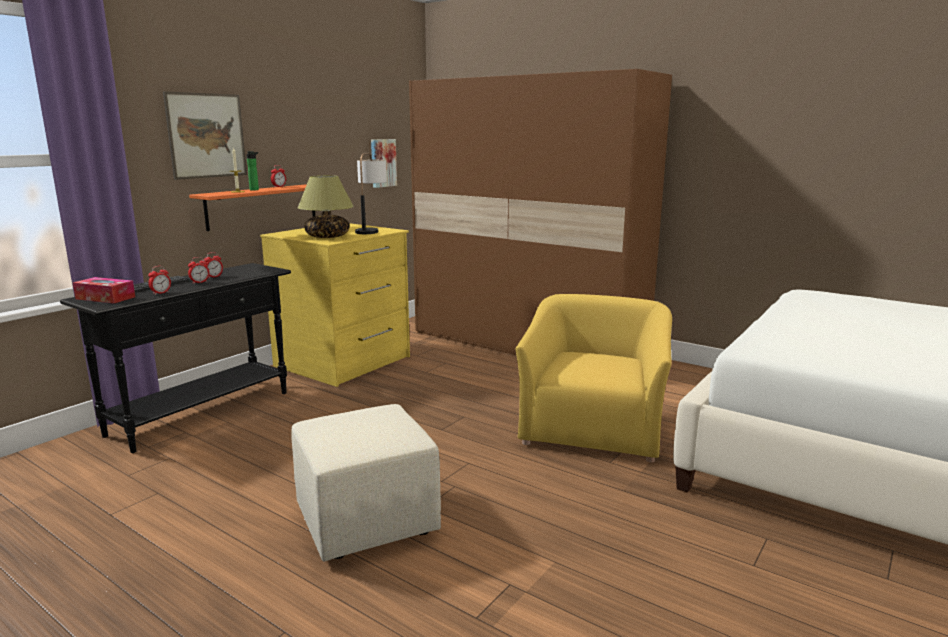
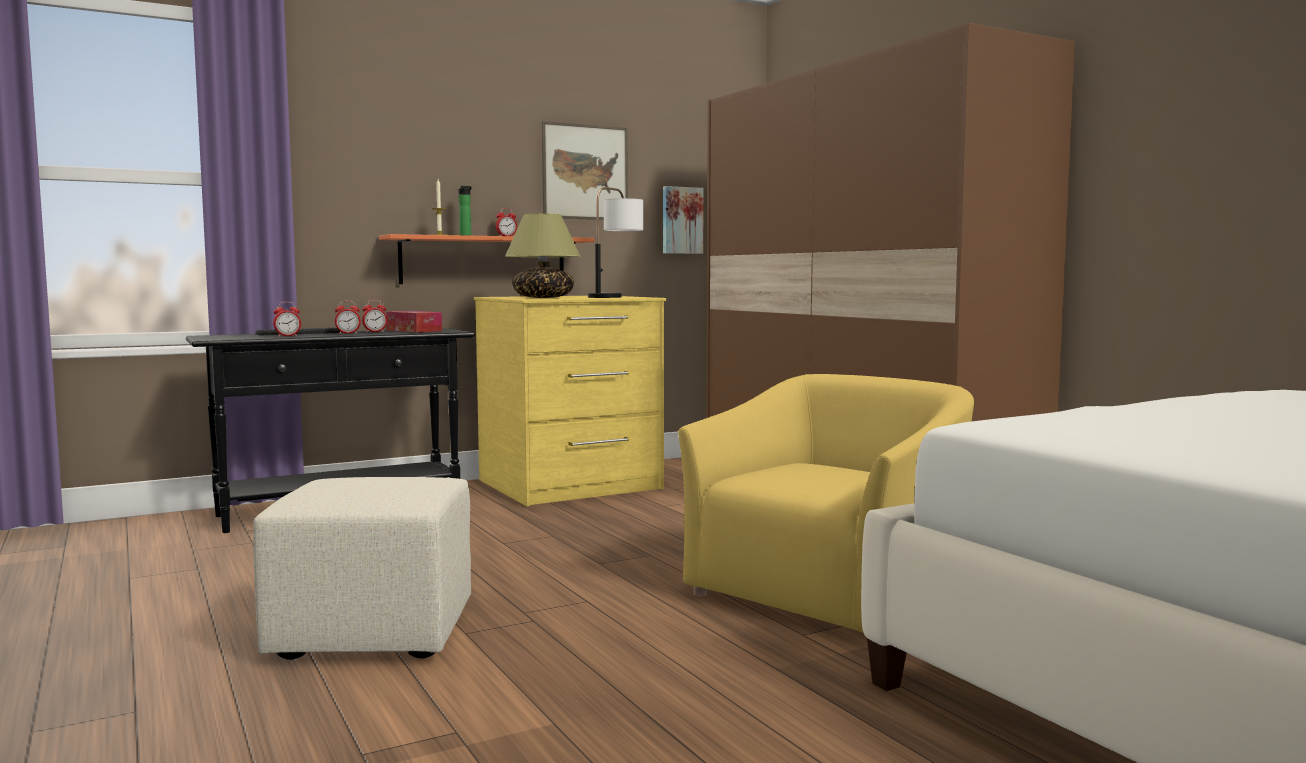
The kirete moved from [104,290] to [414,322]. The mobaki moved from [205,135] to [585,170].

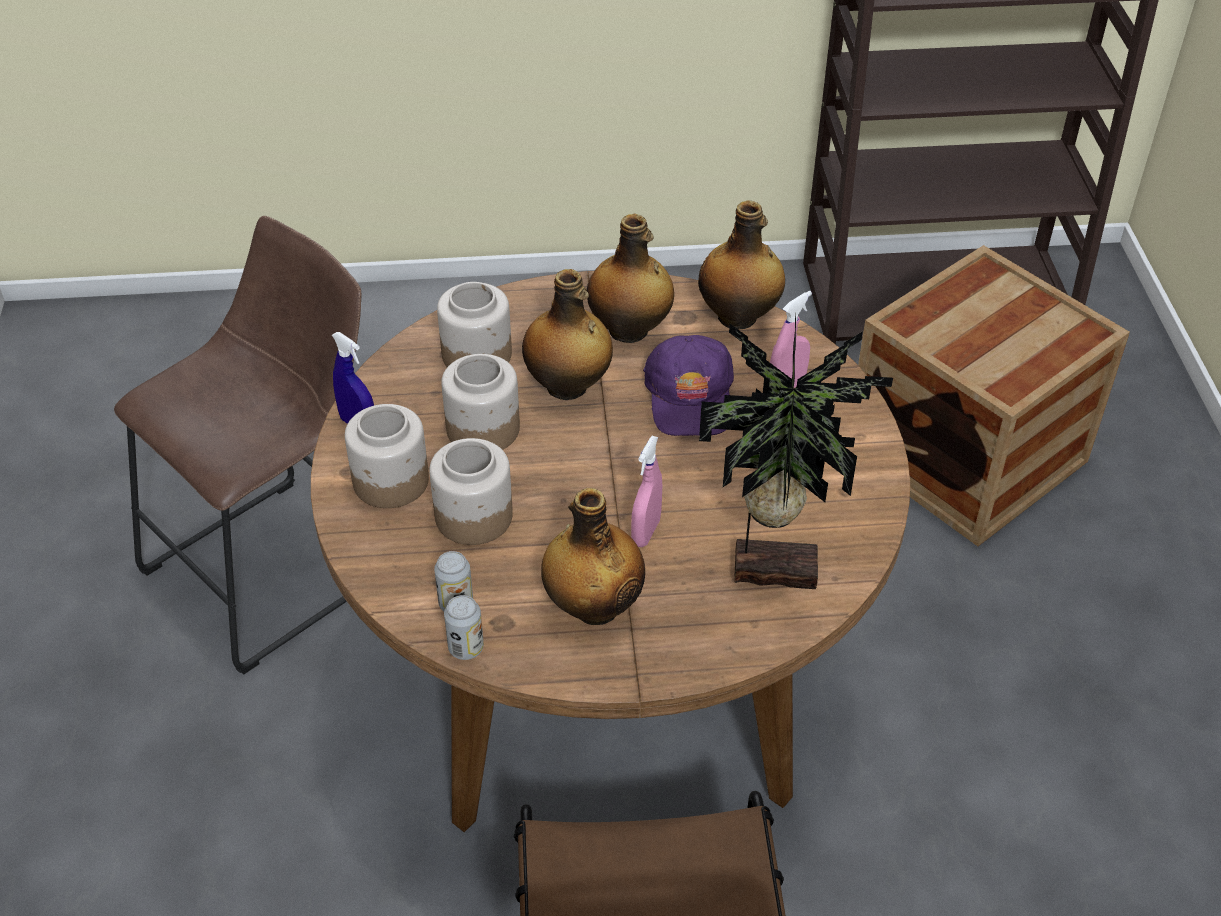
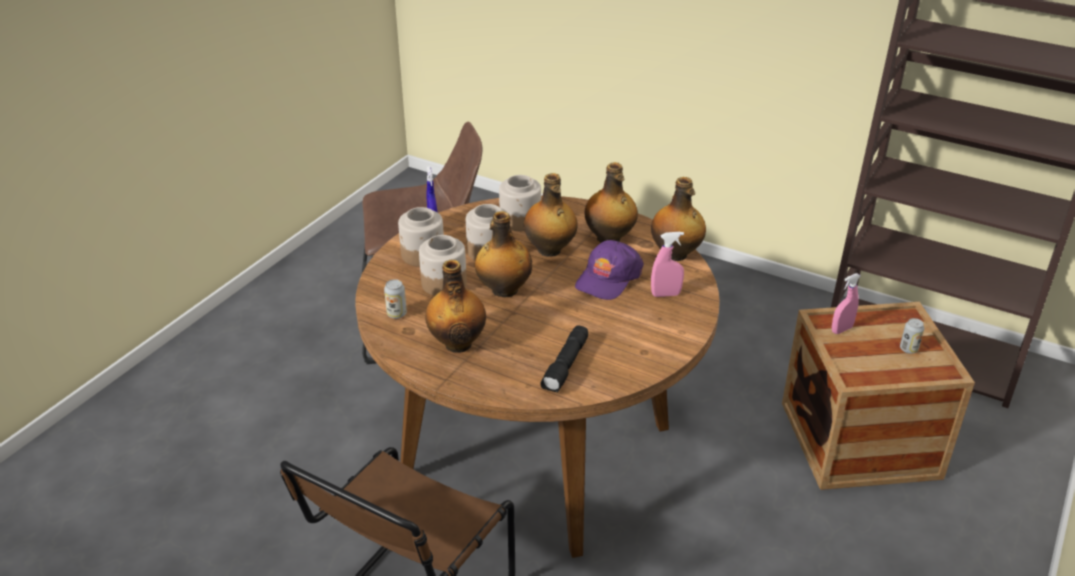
The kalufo at [503,254] appeared. The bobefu moved from [464,627] to [912,336]. The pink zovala moved from [646,491] to [846,303]. The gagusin at [796,452] was replaced by the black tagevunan at [564,359].

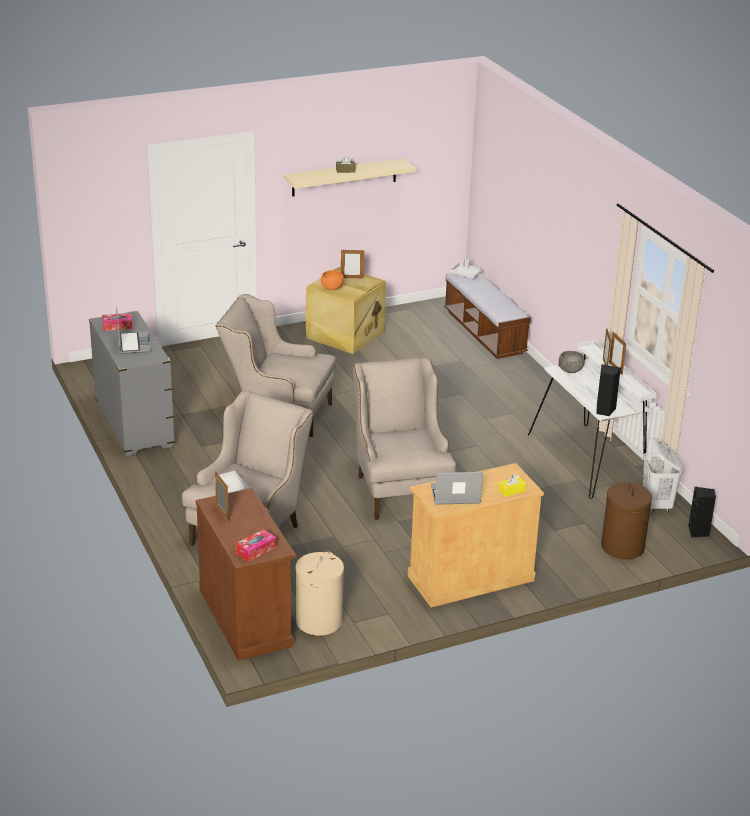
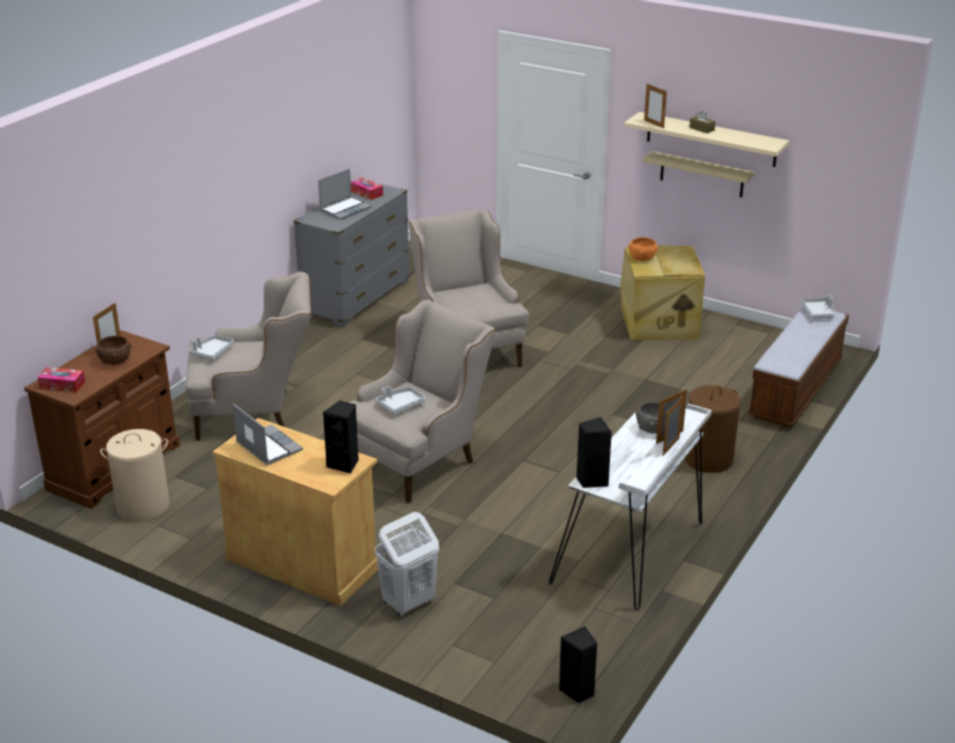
The yellow kirete at [512,485] disappeared. The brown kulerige at [113,350] appeared. The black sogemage at [341,437] appeared. The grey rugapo at [400,400] appeared. The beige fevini at [699,174] appeared. The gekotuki moved from [352,264] to [655,105]. The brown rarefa moved from [626,520] to [712,429]. The white rarefa moved from [663,475] to [407,564].

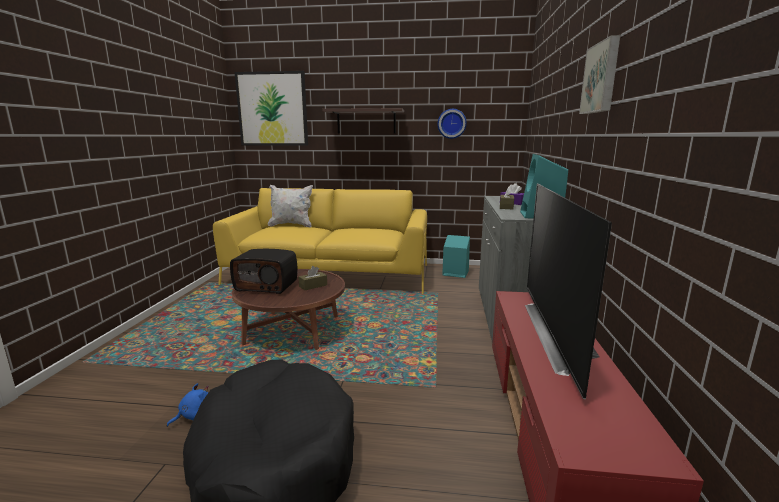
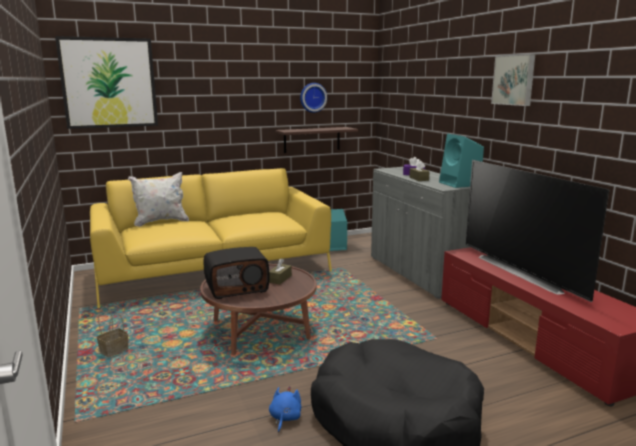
The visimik at [113,332] appeared. The fevini moved from [363,121] to [316,140].

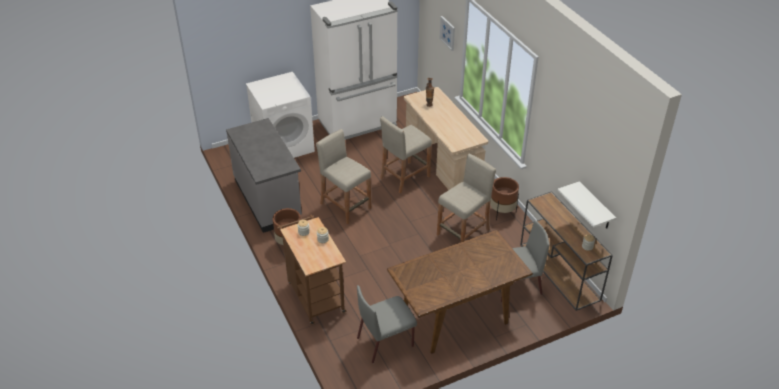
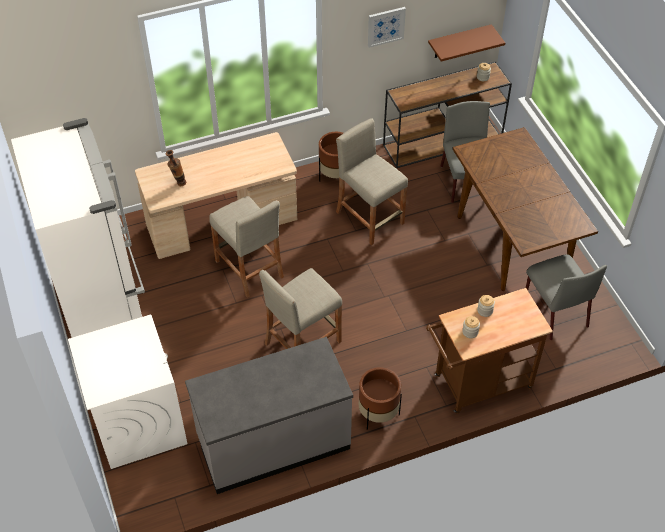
The mobaki moved from [447,33] to [387,27]. The white fevini at [587,204] became the brown fevini at [466,43].

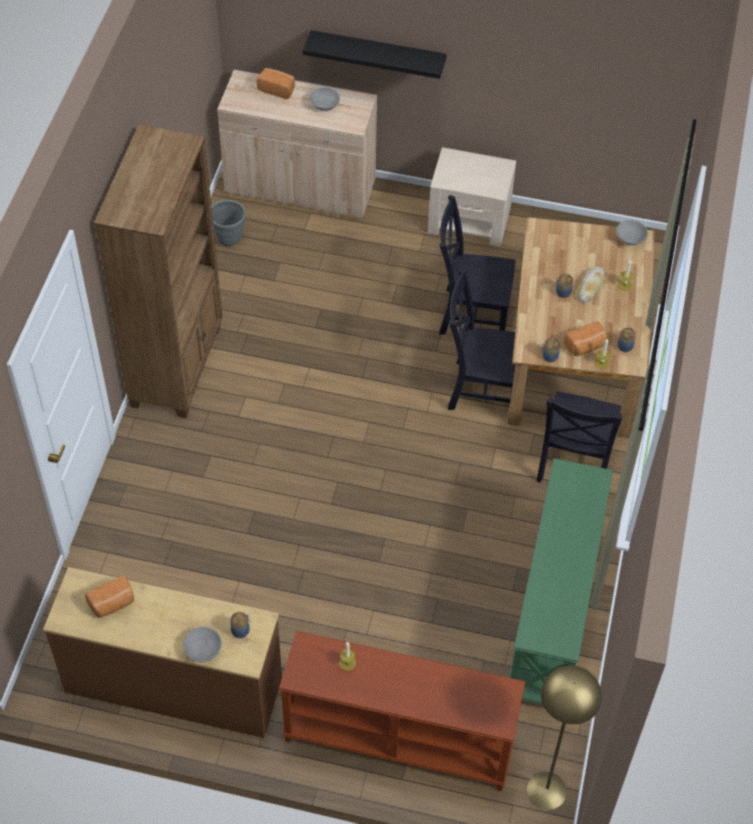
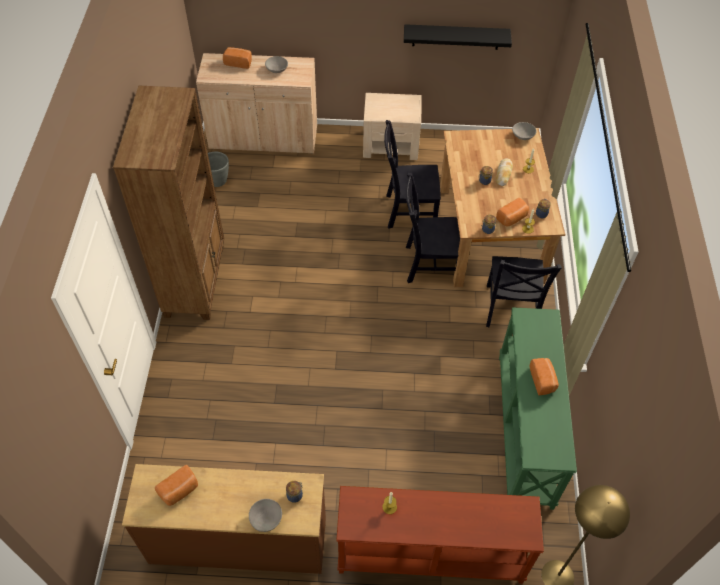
The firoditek at [544,377] appeared. The black fevini moved from [375,54] to [458,37].

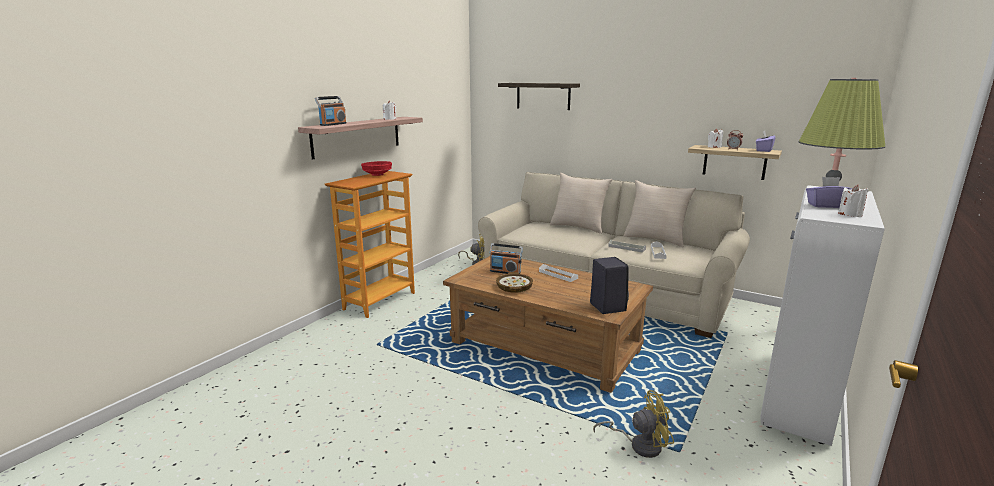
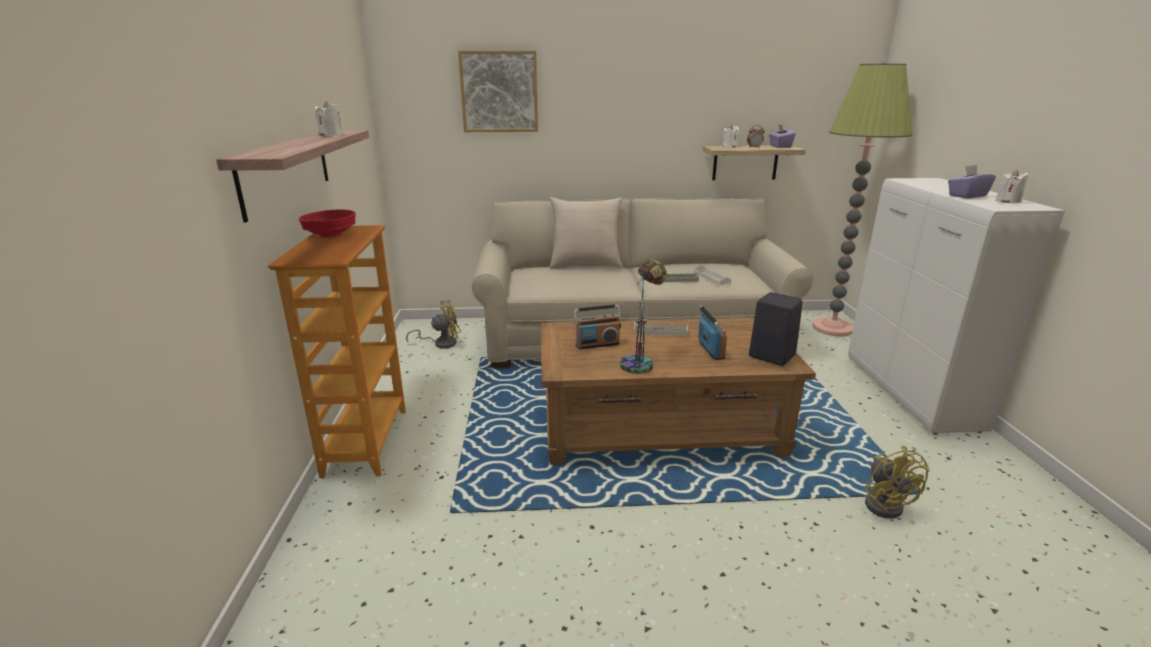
The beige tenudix at [659,213] disappeared. The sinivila moved from [331,111] to [712,332]. The kulerige at [514,282] was replaced by the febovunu at [643,317]. The fevini at [539,96] was replaced by the mobaki at [498,91]. The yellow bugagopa at [633,424] turned 120 degrees clockwise.

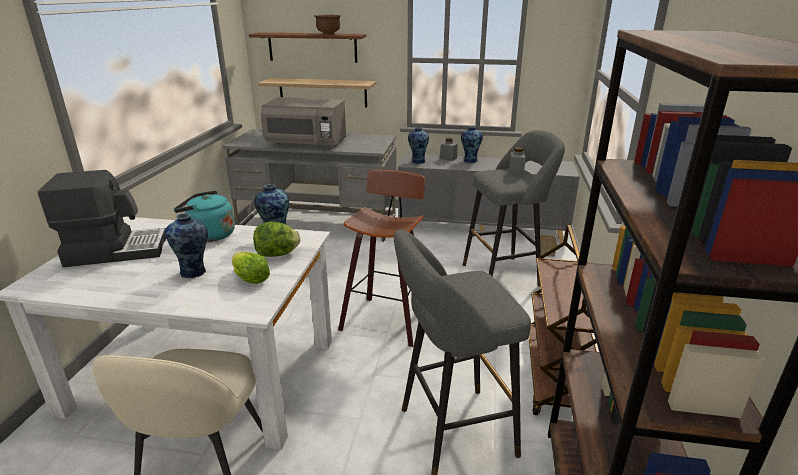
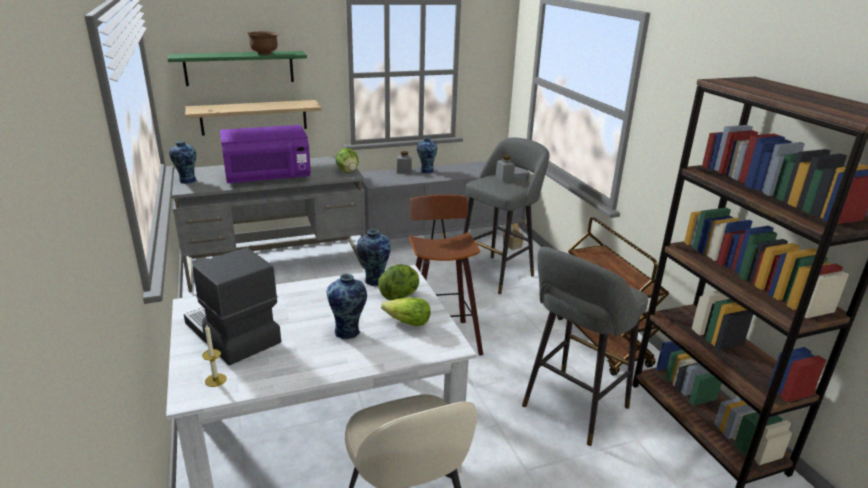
The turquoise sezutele at [204,216] disappeared. The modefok at [214,355] appeared. The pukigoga at [347,160] appeared. The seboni moved from [418,145] to [183,162]. The brown fevini at [307,48] became the green fevini at [237,68]. The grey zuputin at [303,122] became the purple zuputin at [265,154]. The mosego at [102,218] turned 90 degrees counterclockwise.

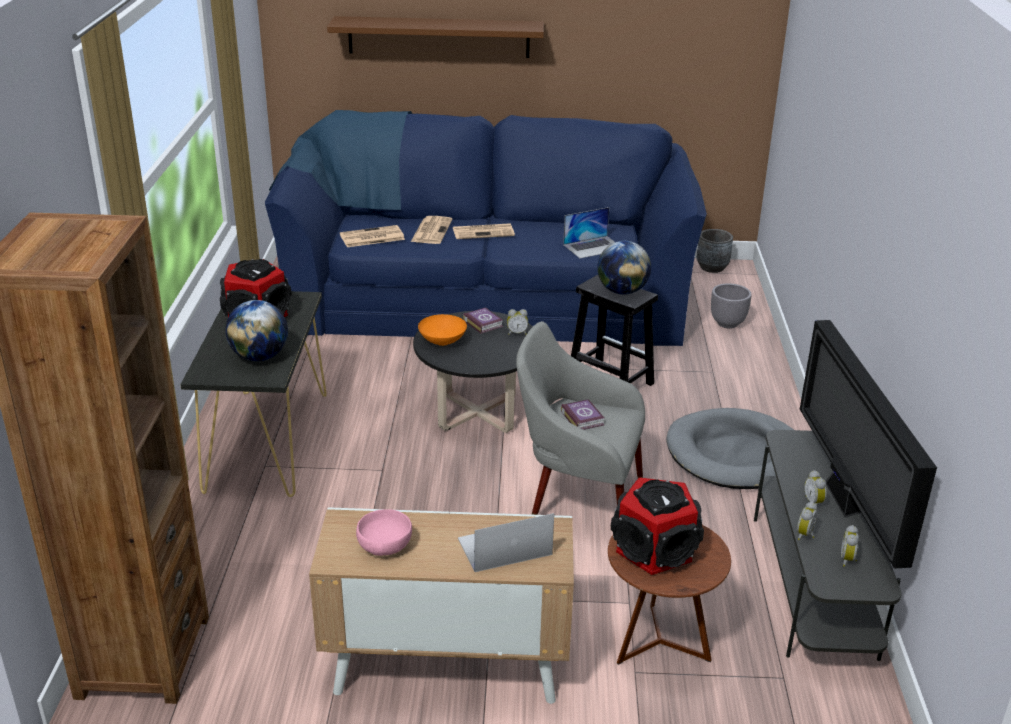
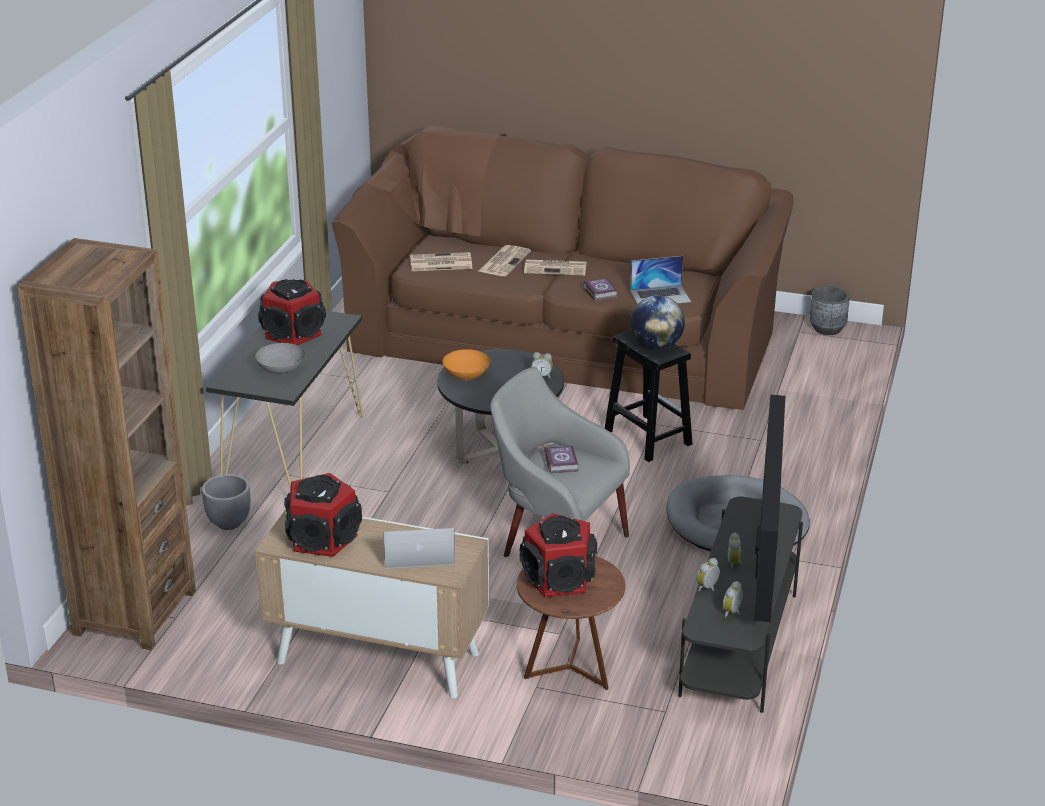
The brown fevini at [435,37] disappeared. The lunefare moved from [483,320] to [600,289]. The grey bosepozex moved from [731,306] to [226,502]. The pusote at [256,330] was replaced by the grey kulerige at [280,359]. The pink kulerige at [384,532] was replaced by the sogemage at [323,515]. The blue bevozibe at [486,228] became the brown bevozibe at [562,267].

